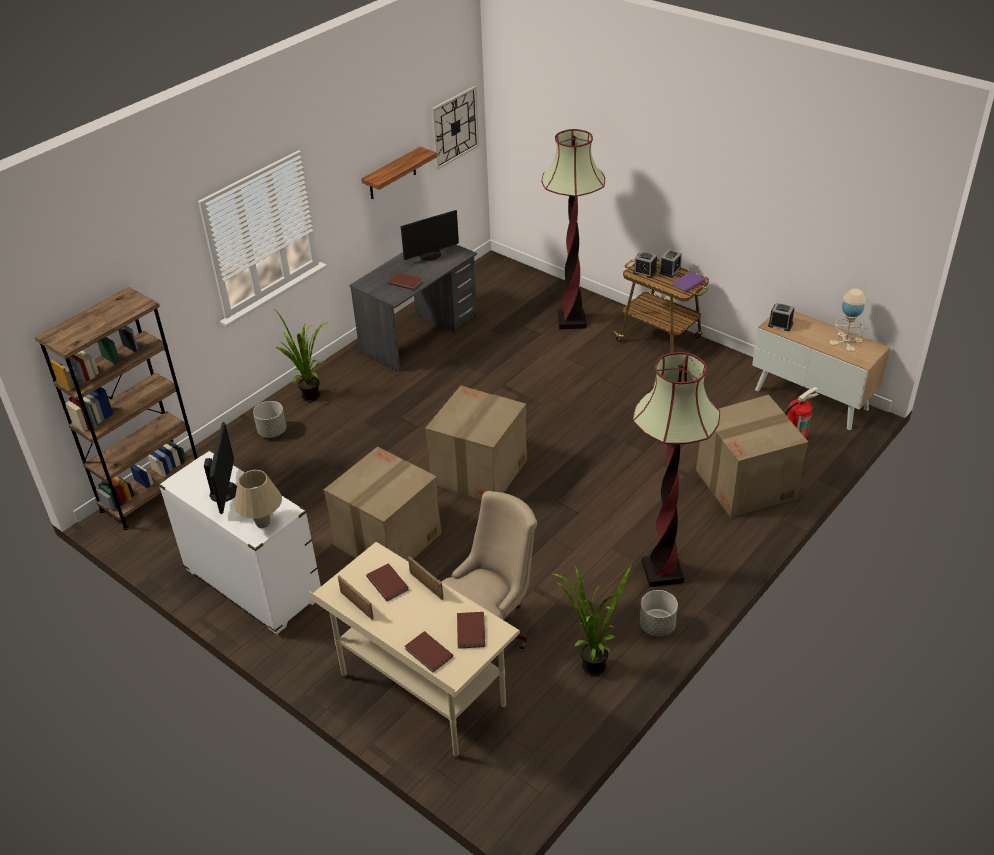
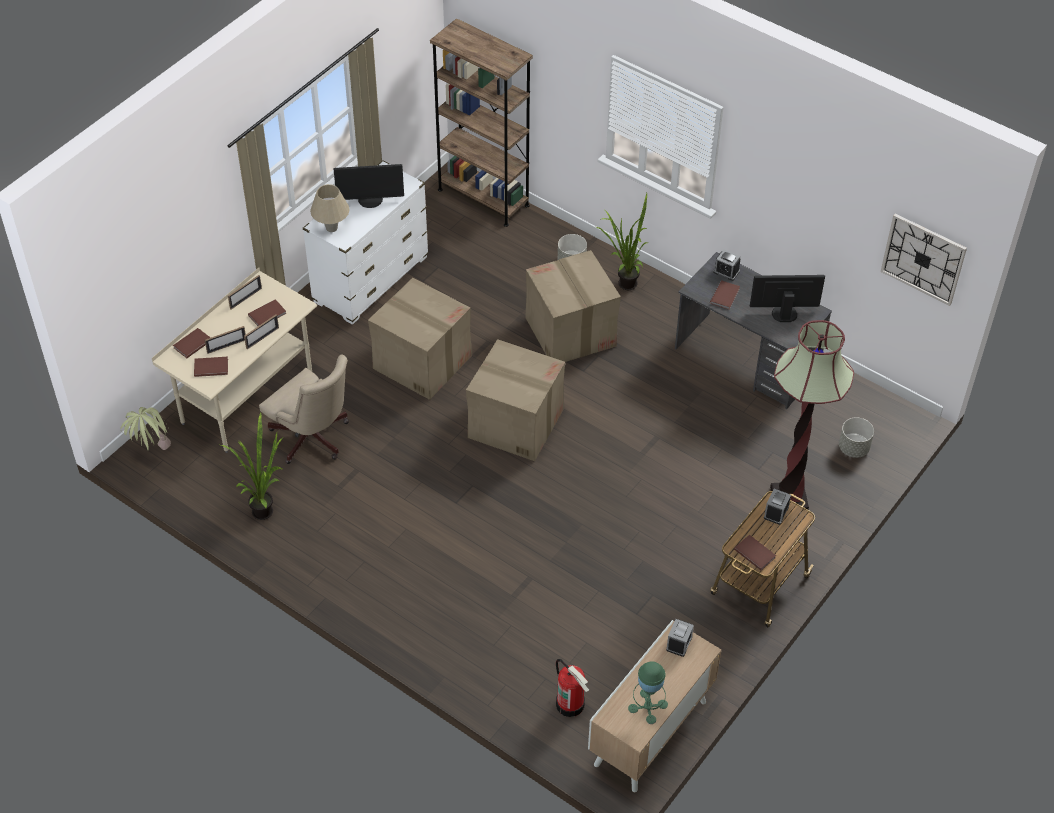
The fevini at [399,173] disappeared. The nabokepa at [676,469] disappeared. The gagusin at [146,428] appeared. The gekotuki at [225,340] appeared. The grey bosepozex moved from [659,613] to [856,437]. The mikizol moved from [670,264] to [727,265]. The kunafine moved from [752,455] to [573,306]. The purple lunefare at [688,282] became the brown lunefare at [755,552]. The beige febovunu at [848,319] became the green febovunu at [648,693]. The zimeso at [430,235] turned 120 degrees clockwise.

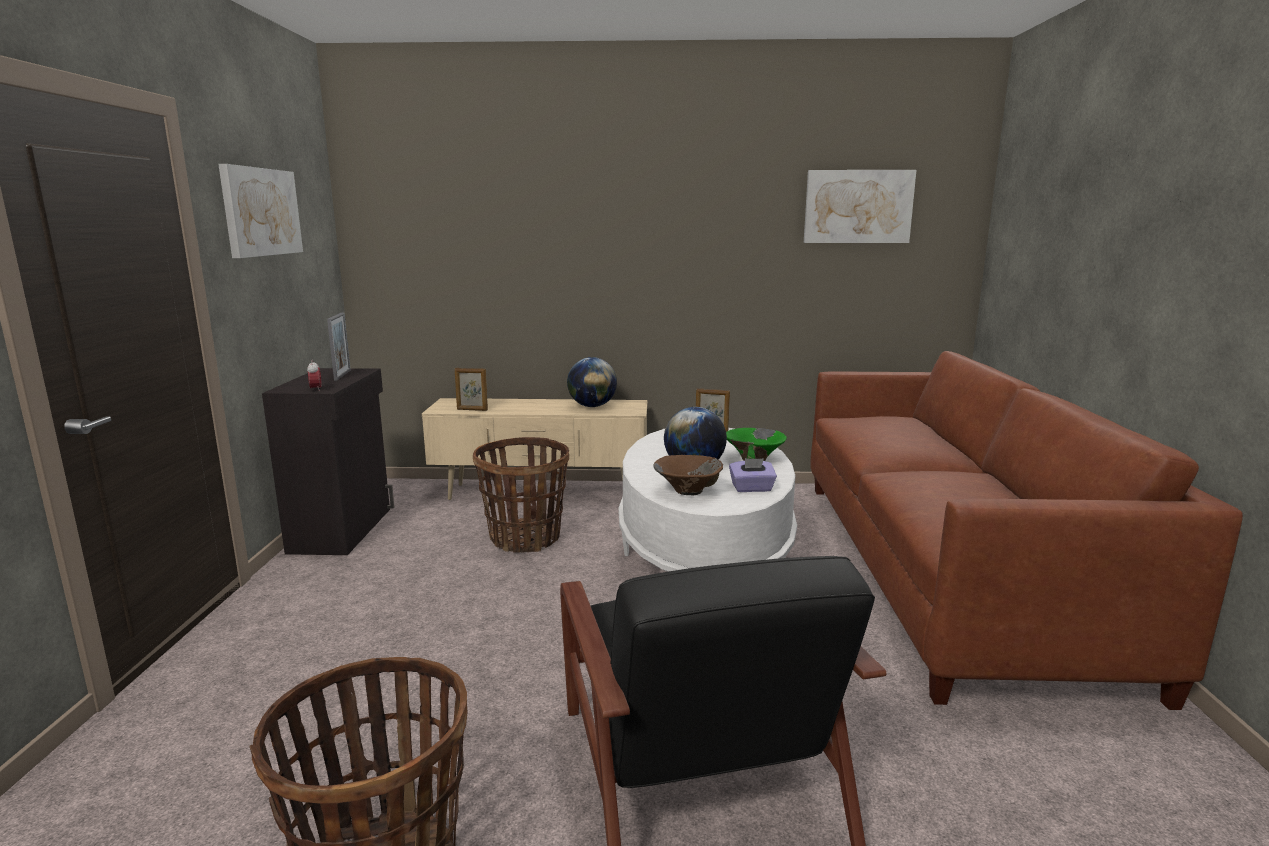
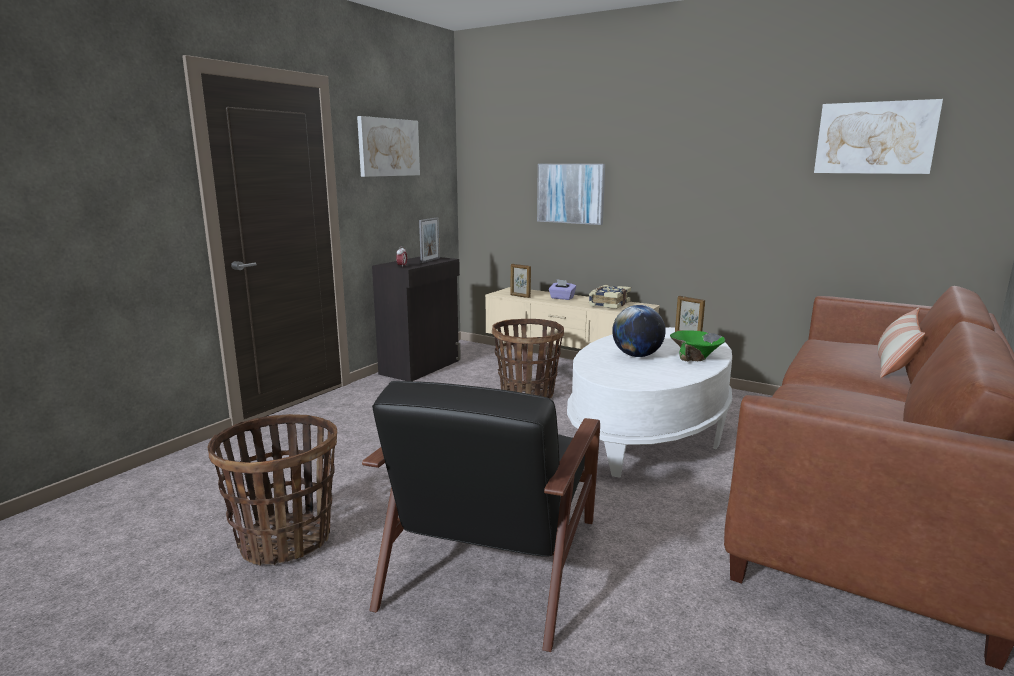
The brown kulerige at [688,475] disappeared. The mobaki at [571,194] appeared. The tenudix at [901,343] appeared. The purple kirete moved from [753,475] to [562,289]. The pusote at [592,382] was replaced by the lunefare at [610,297].

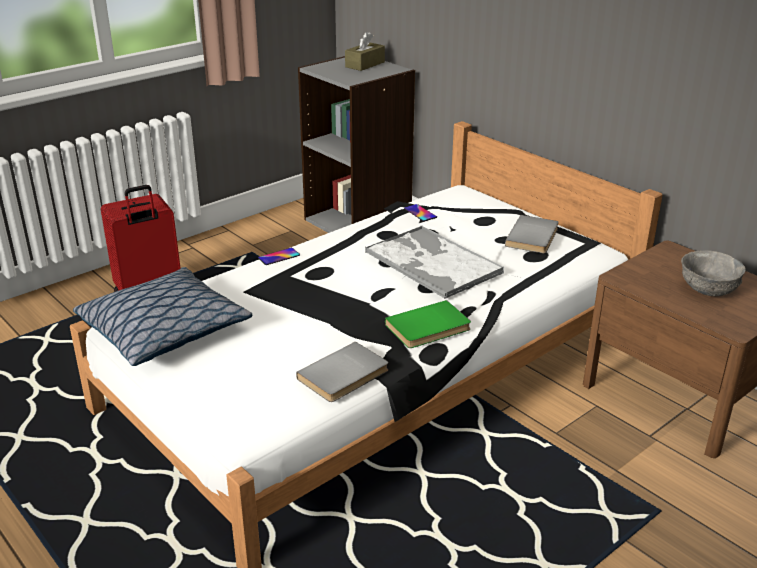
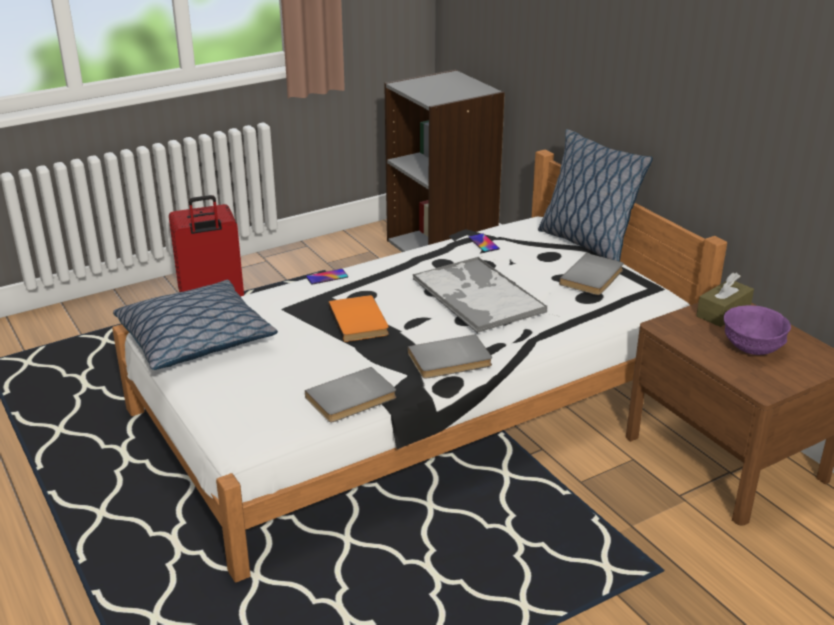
The orange lunefare at [359,318] appeared. The tenudix at [595,195] appeared. The brown kirete moved from [365,51] to [725,300]. The green lunefare at [428,324] became the grey lunefare at [450,356]. The grey kulerige at [713,273] became the purple kulerige at [757,330].

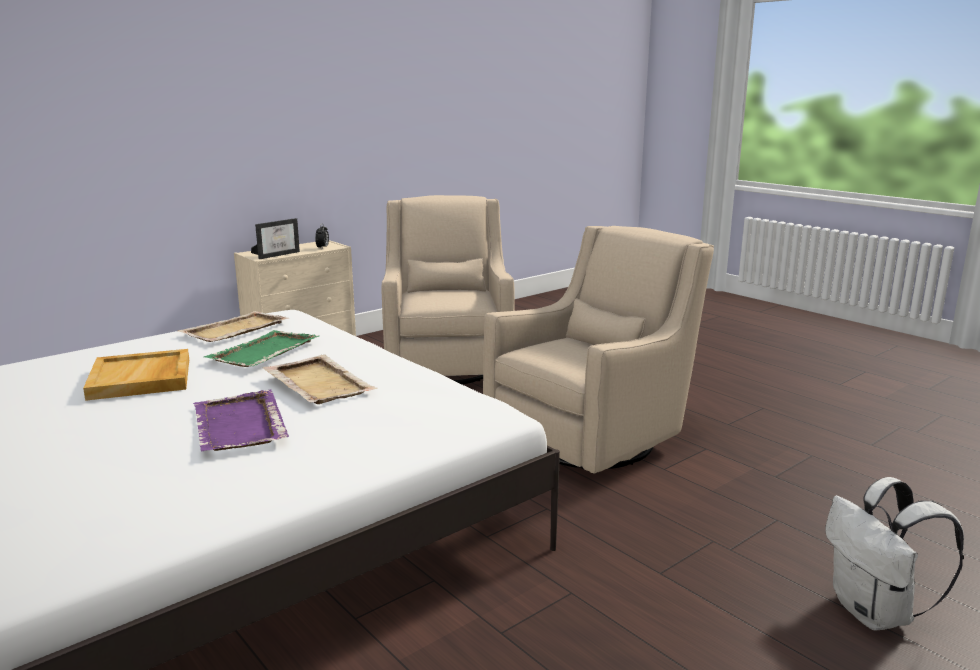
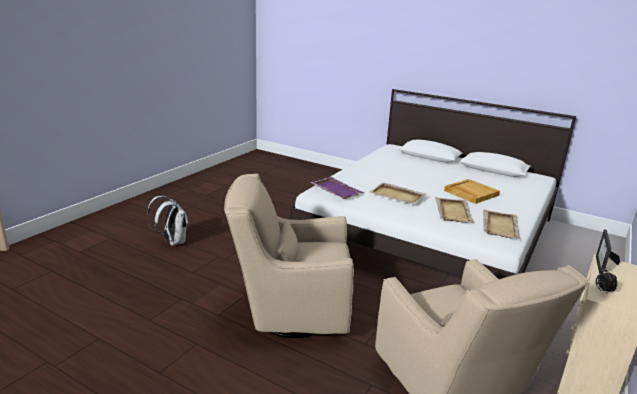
The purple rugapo moved from [241,420] to [337,188]. The green rugapo at [261,348] became the beige rugapo at [455,210]. The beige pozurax at [598,349] turned 60 degrees clockwise.

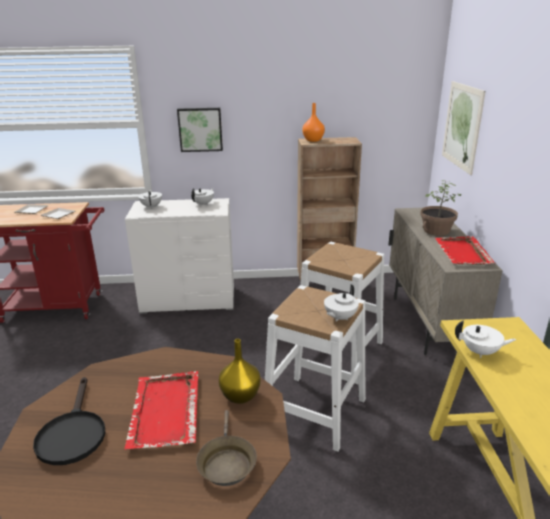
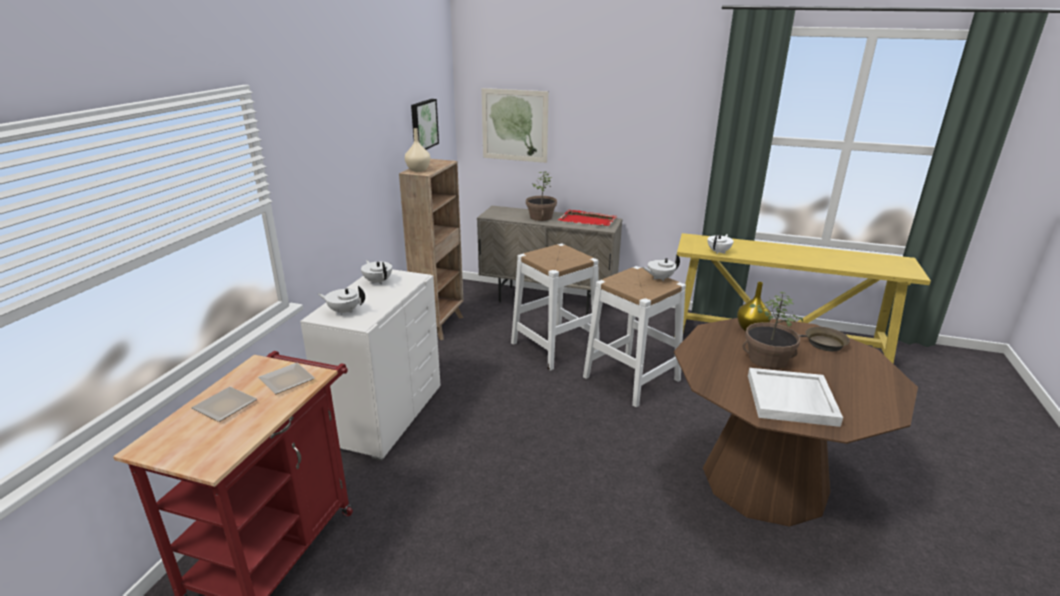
The mobaki moved from [200,130] to [425,124]. The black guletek at [69,421] was replaced by the white rugapo at [795,397]. The red rugapo at [162,410] was replaced by the gagusin at [773,330]. The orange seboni at [313,122] became the beige seboni at [417,150]. The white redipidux at [341,303] turned 105 degrees clockwise.

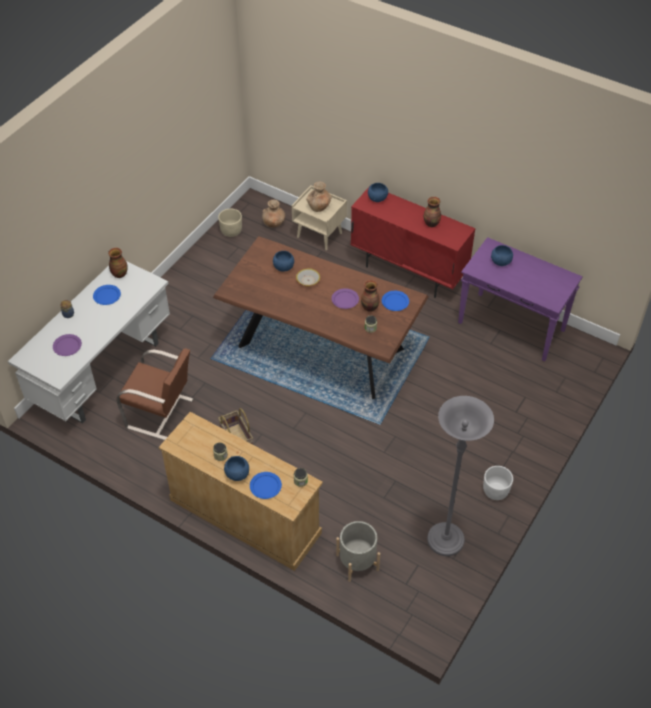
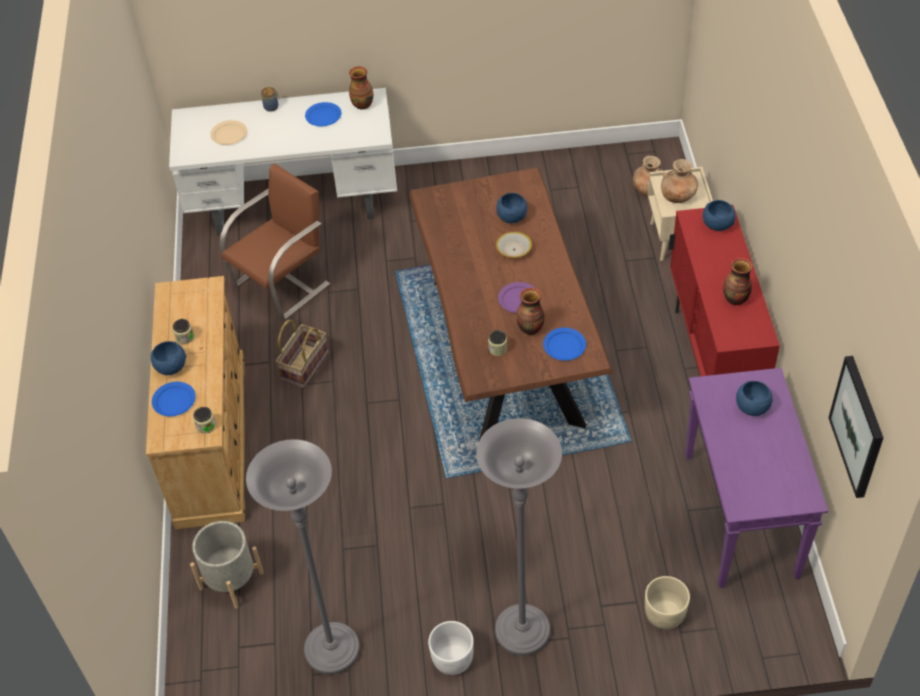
The grey nabokepa at [519,537] appeared. The mobaki at [855,427] appeared. The beige bosepozex moved from [230,223] to [667,602]. The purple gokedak at [67,345] became the beige gokedak at [228,132]. The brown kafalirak at [154,394] turned 120 degrees counterclockwise.

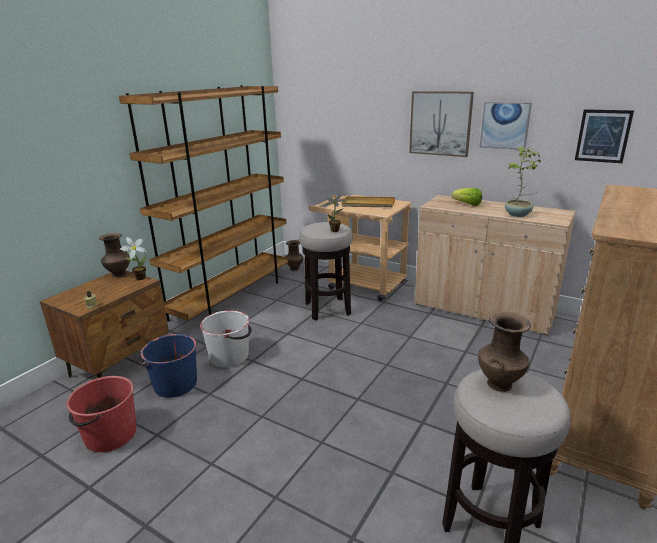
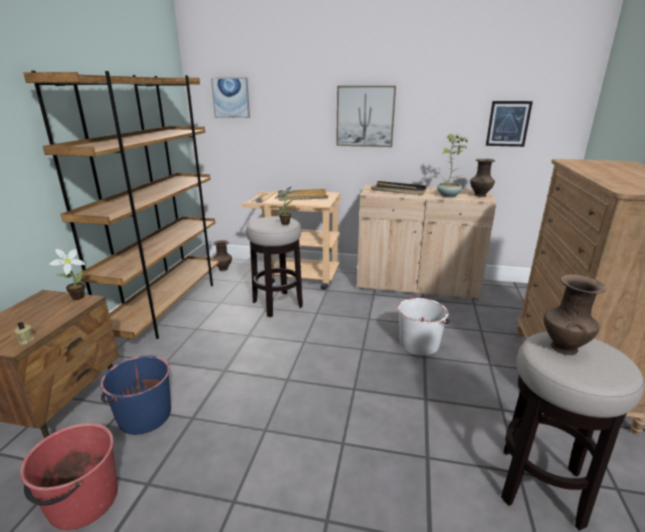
The brown seboni moved from [114,255] to [482,178]. The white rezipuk moved from [225,338] to [424,326]. The mobaki moved from [506,126] to [230,97]. The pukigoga at [466,197] was replaced by the black rugapo at [399,188].

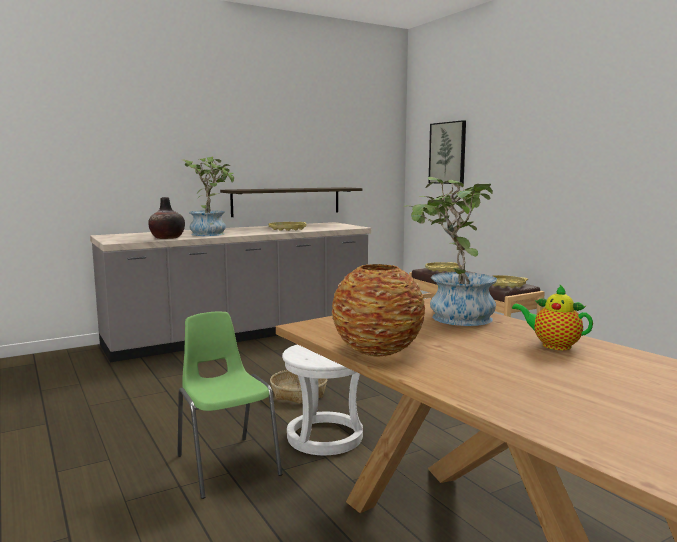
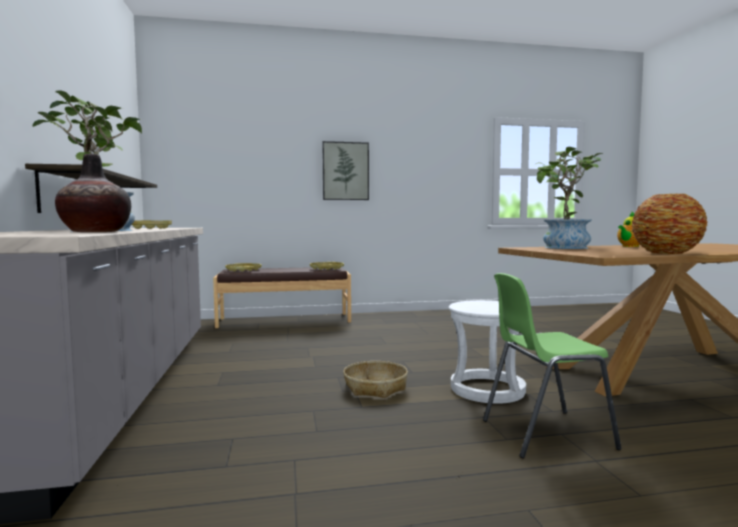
The mobaki moved from [447,152] to [345,170].

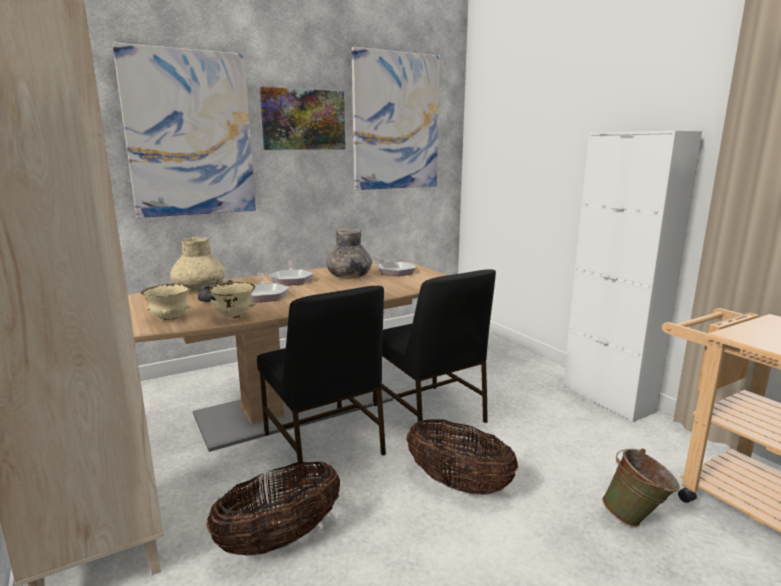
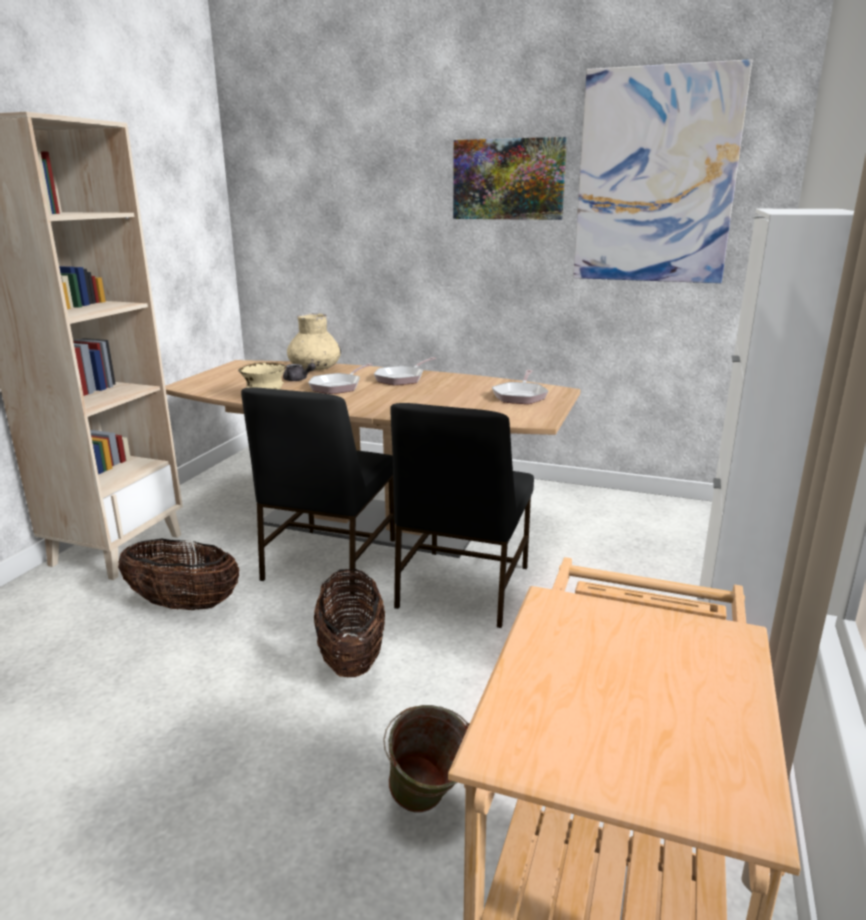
The mobaki at [184,130] disappeared. The beige kulerige at [166,301] disappeared. The grey seboni at [349,253] disappeared.

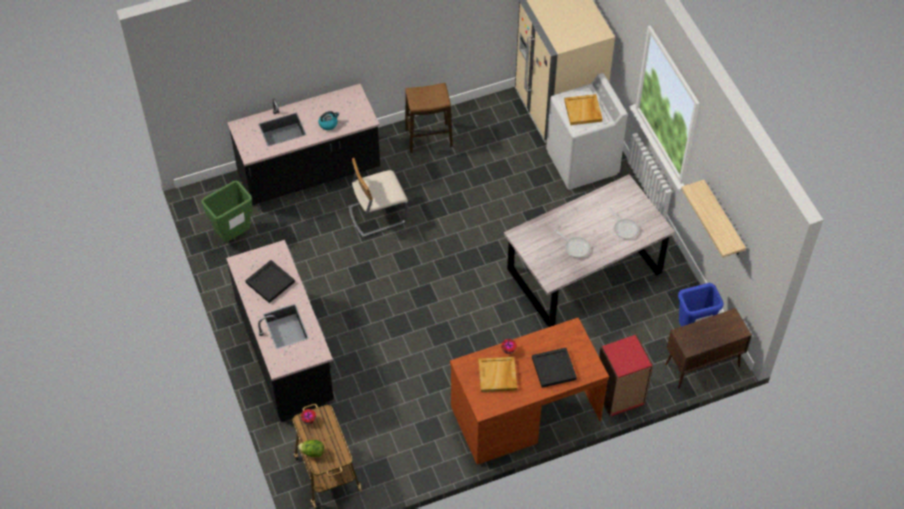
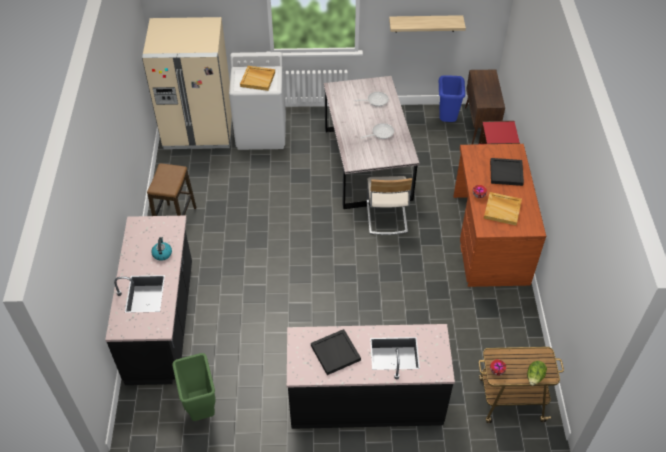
The beige kafalirak moved from [378,197] to [389,205].

